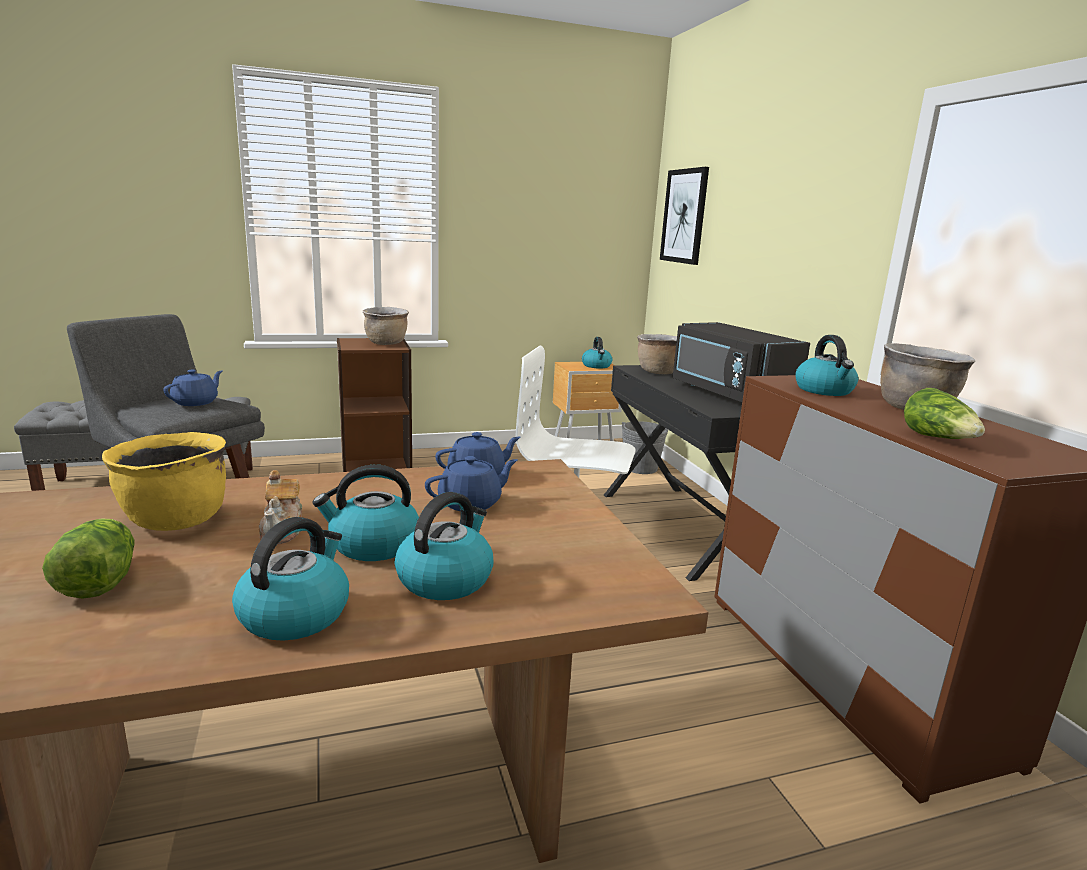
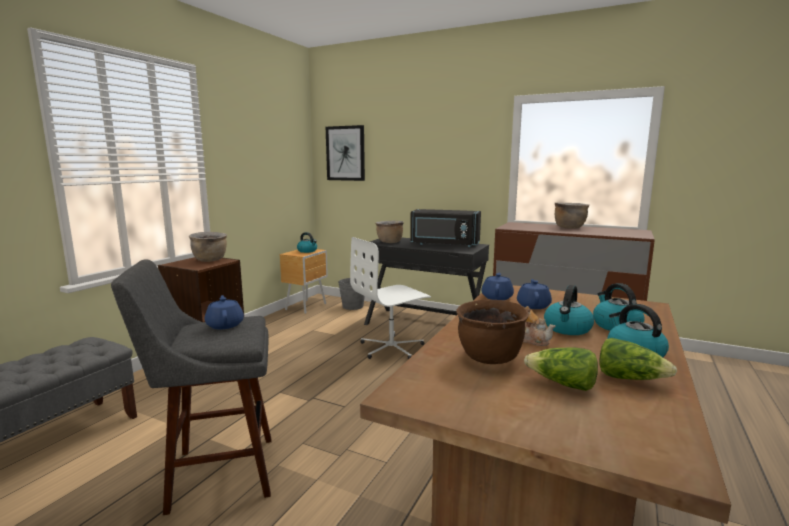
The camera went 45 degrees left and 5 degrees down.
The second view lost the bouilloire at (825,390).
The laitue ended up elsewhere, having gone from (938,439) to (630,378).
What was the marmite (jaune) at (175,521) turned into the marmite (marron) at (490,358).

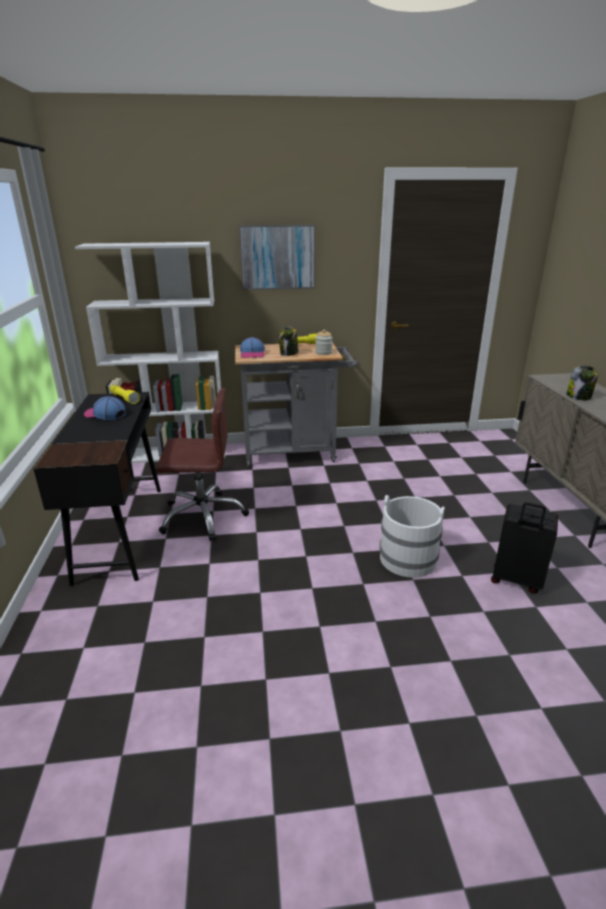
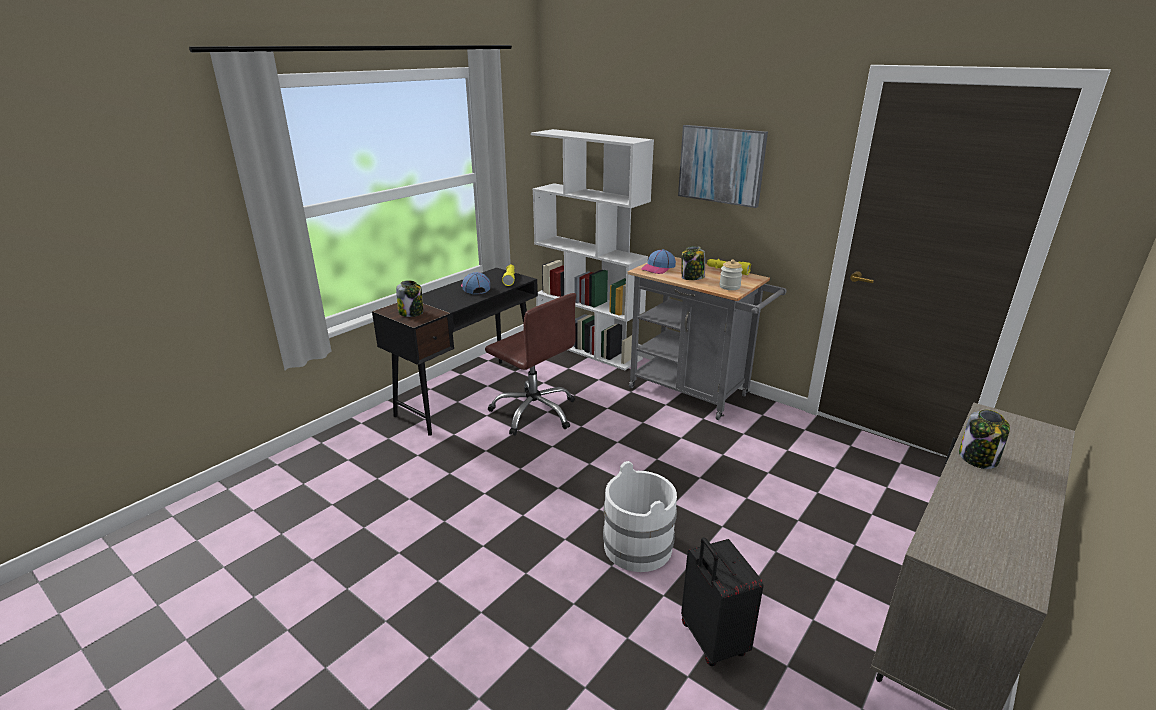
The camera went 45 degrees right and 0 degrees up.
The second view gained the bocal at (411,313).

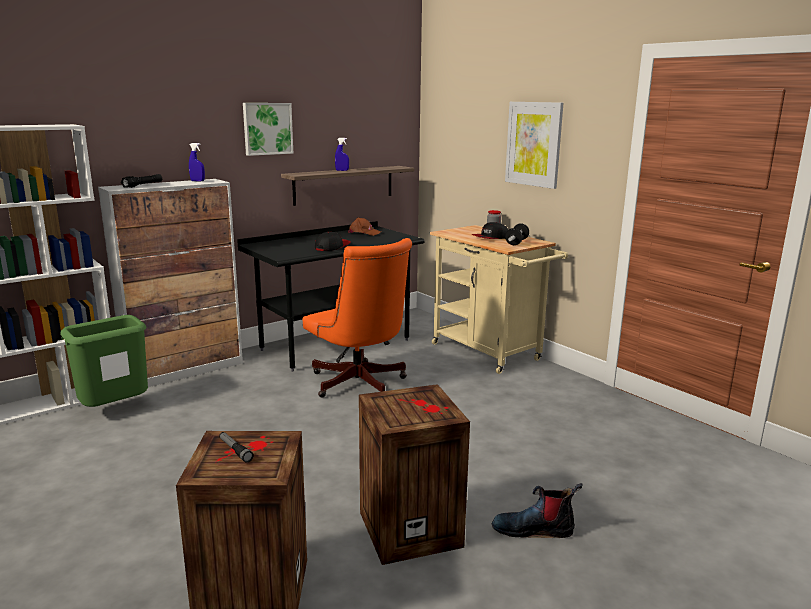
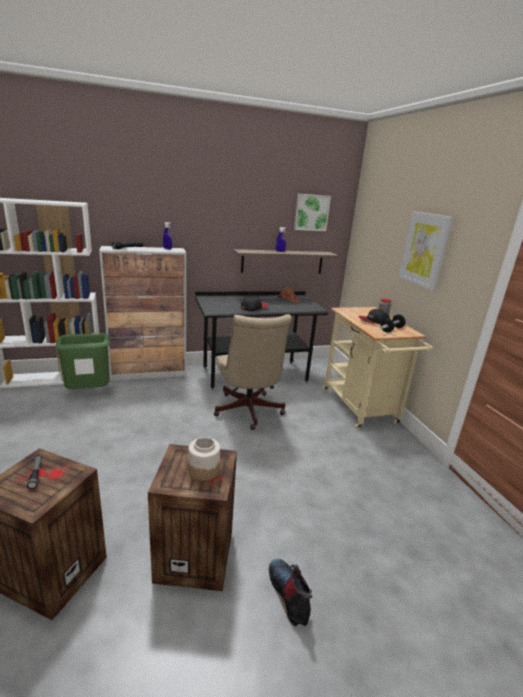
The camera went 20 degrees right and 5 degrees up.
The tableau ended up elsewhere, having gone from (267,128) to (311,212).
What was the chaise de bureau (orange) at (359,385) turned into the chaise de bureau (beige) at (248,412).
The botte at (534,529) ended up facing another way, 45 degrees clockwise from before.
The second view gained the bocal at (203,470).

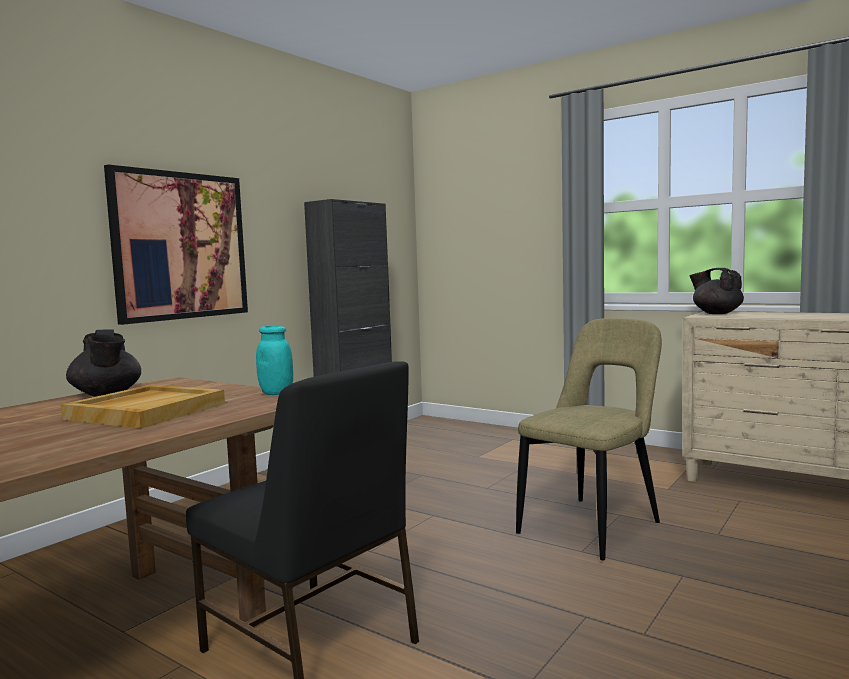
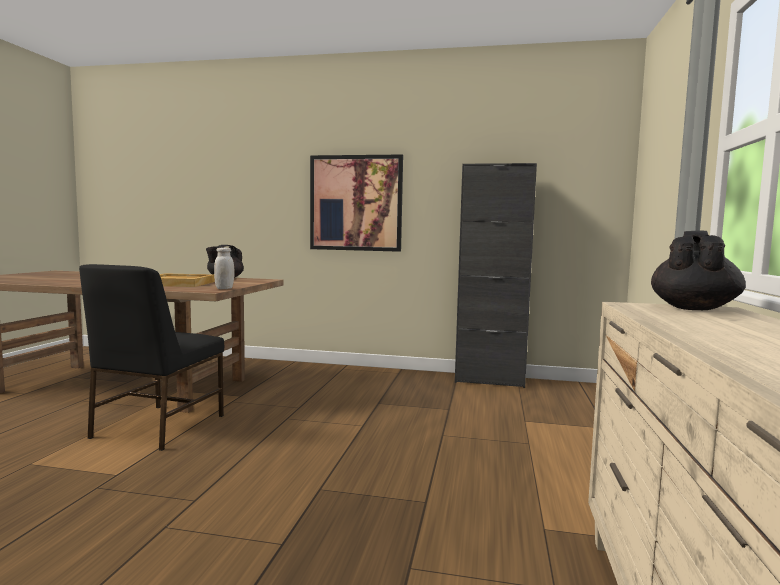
The camera went 65 degrees right and 0 degrees up.
The second view lost the chaise (beige) at (593,526).
What was the bocal (turquoise) at (276,393) turned into the bocal (blanc) at (224,288).

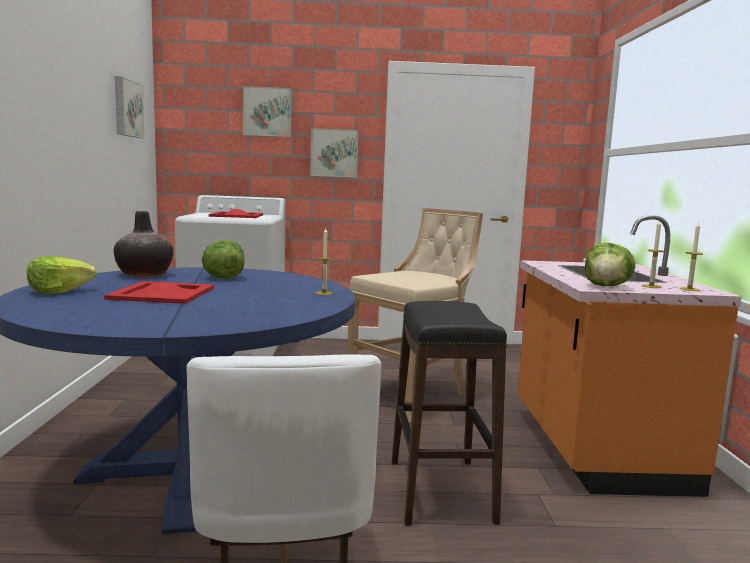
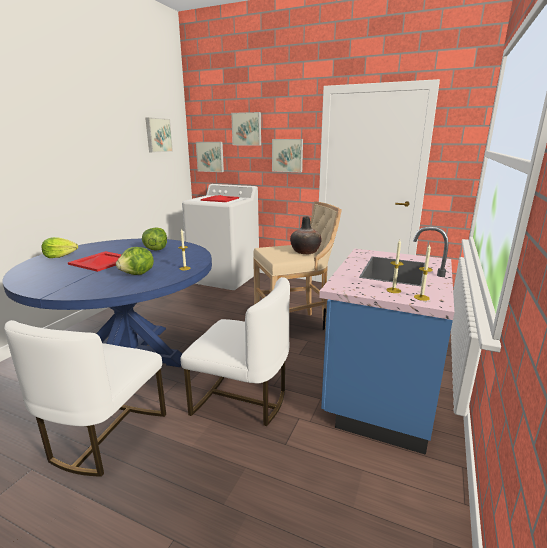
The camera went 25 degrees right and 10 degrees up.
The vase ended up elsewhere, having gone from (144,275) to (305,252).
What was the comptoir de cuisine (orange) at (595,448) turned into the comptoir de cuisine (bleu) at (379,393).
The laitue ended up elsewhere, having gone from (606,286) to (138,274).
Where the tabouret (noir) stood at (441,490), the chaise (blanc) came to stand at (241,400).
The second view gained the tableau at (210,156).

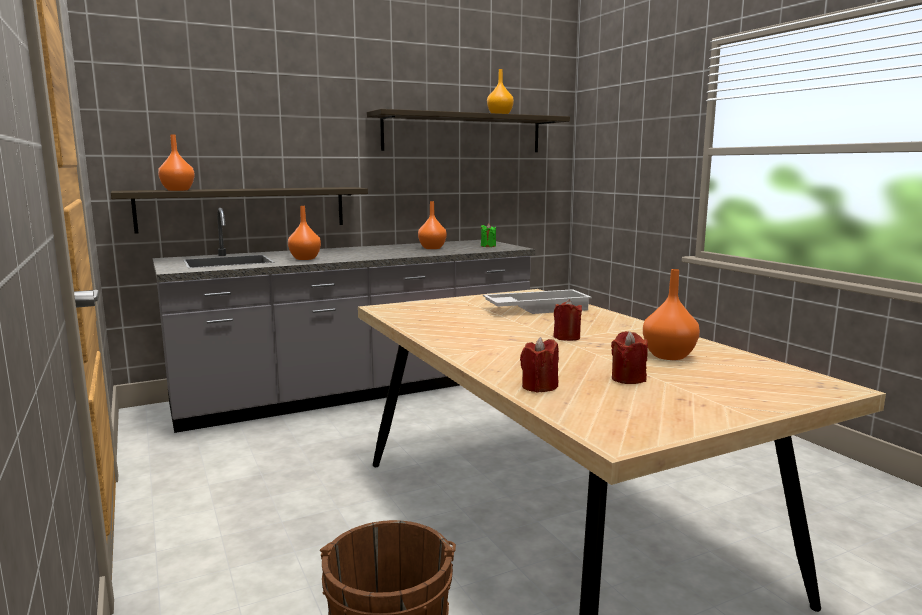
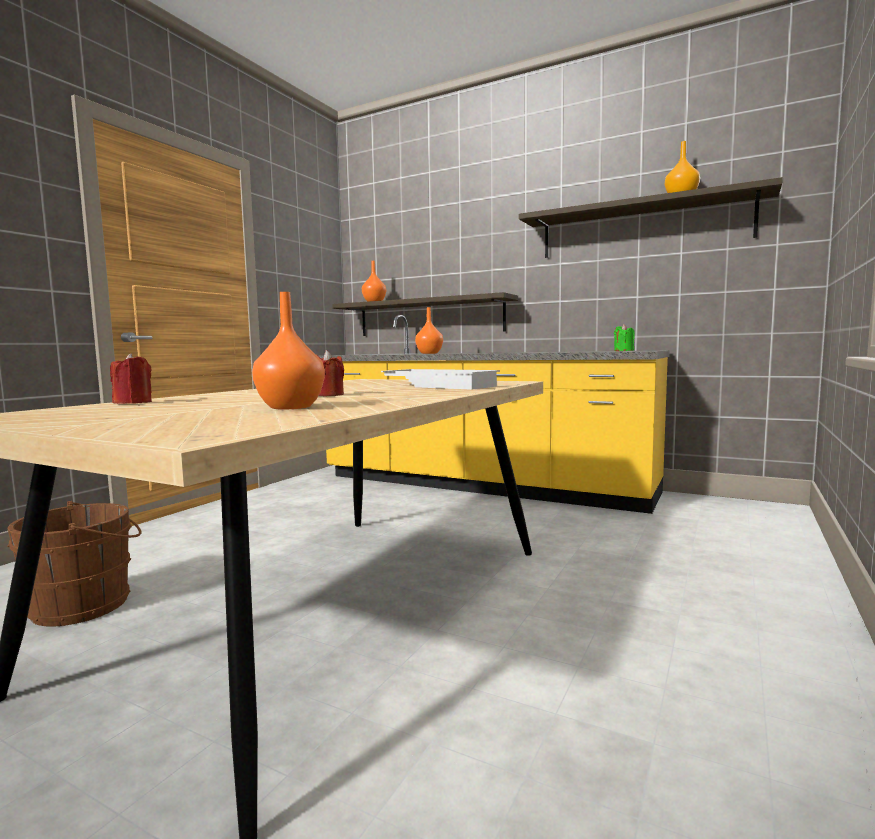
The camera went 55 degrees right and 5 degrees down.
The second view lost the vase (orange) at (431,248).
What was the comptoir de cuisine (gris) at (358,391) turned into the comptoir de cuisine (jaune) at (482,485).
The second view lost the bougie (rouge) at (628,379).

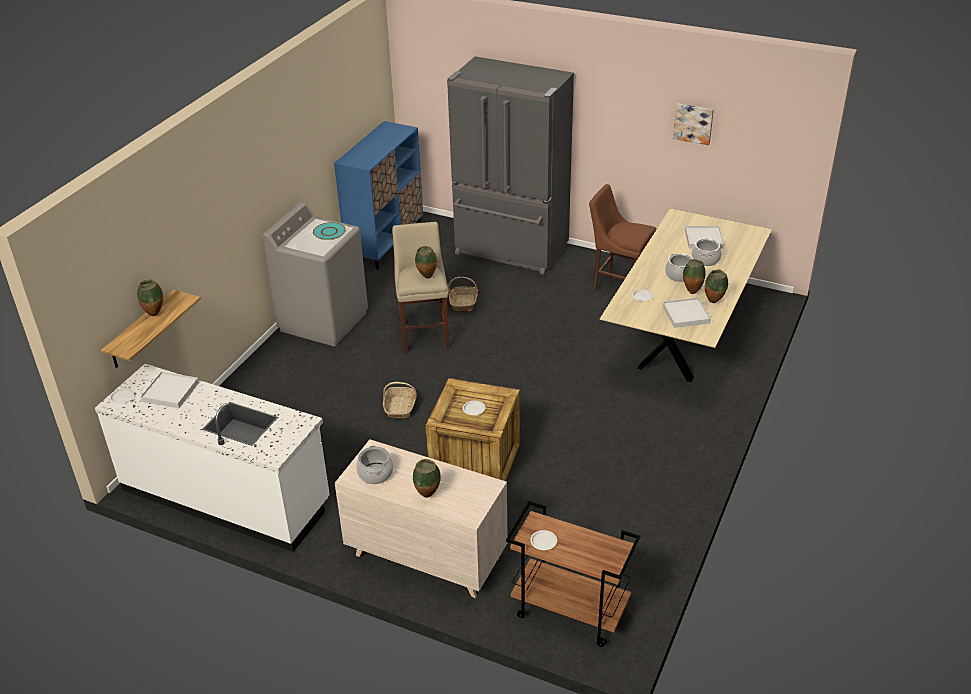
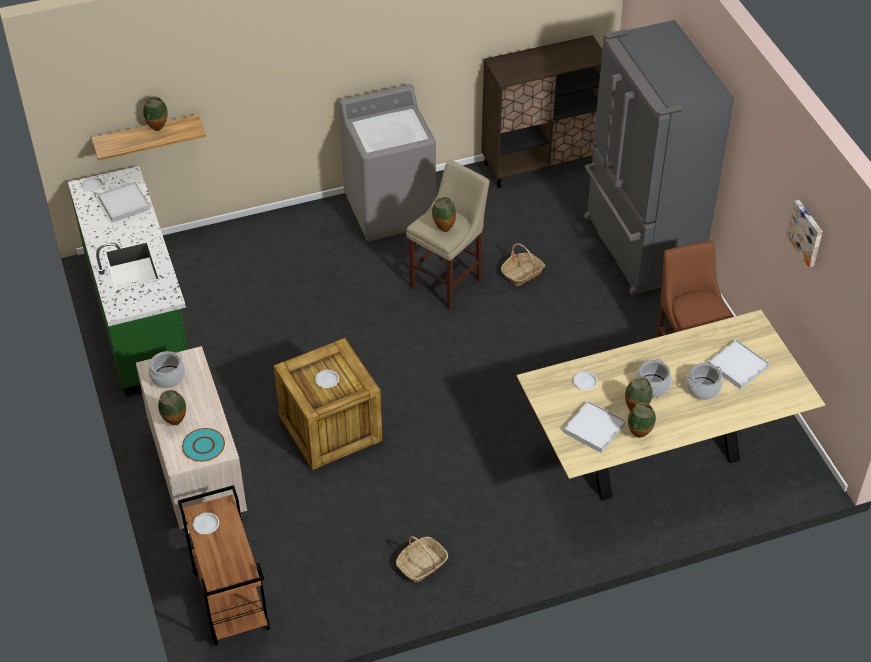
The camera went 45 degrees right and 10 degrees up.
What was the meuble de rangement (bleu) at (386,243) turned into the meuble de rangement (marron) at (541,163).
The assiette (turquoise) ended up elsewhere, having gone from (329,232) to (203,446).
What was the comptoir de cuisine (blanc) at (226,496) turned into the comptoir de cuisine (vert) at (139,316).
The panier ended up elsewhere, having gone from (400,407) to (422,565).

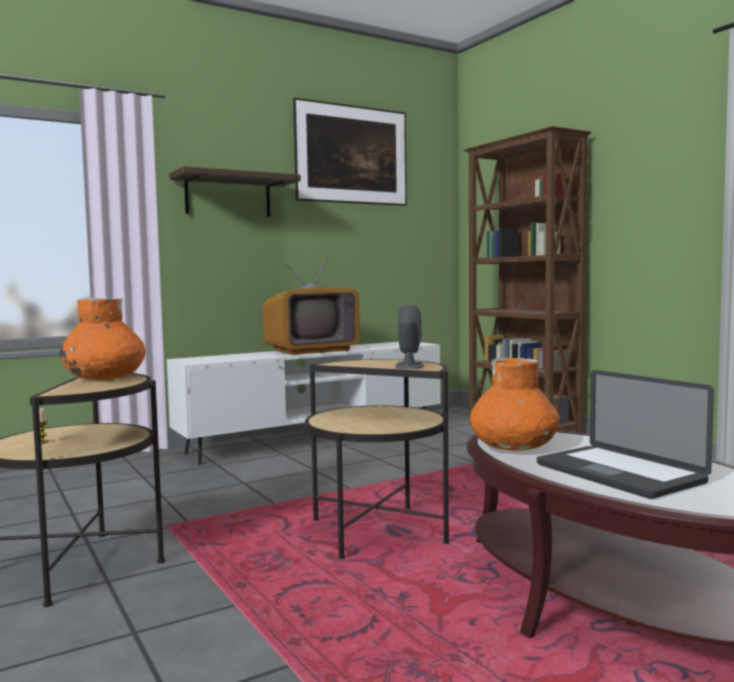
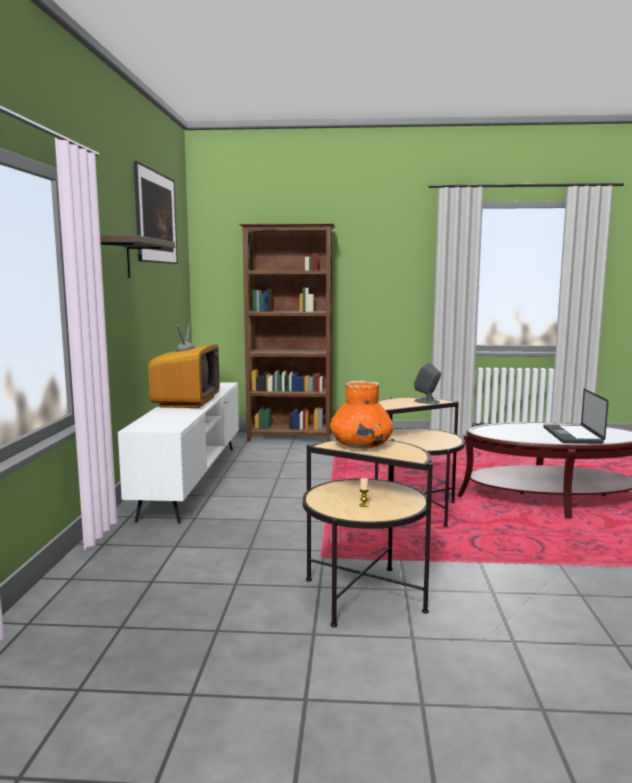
The camera went 55 degrees left and 5 degrees up.
The second view lost the vase (orange) at (514,447).
The ordinateur portable at (618,473) ended up facing another way, 90 degrees clockwise from before.

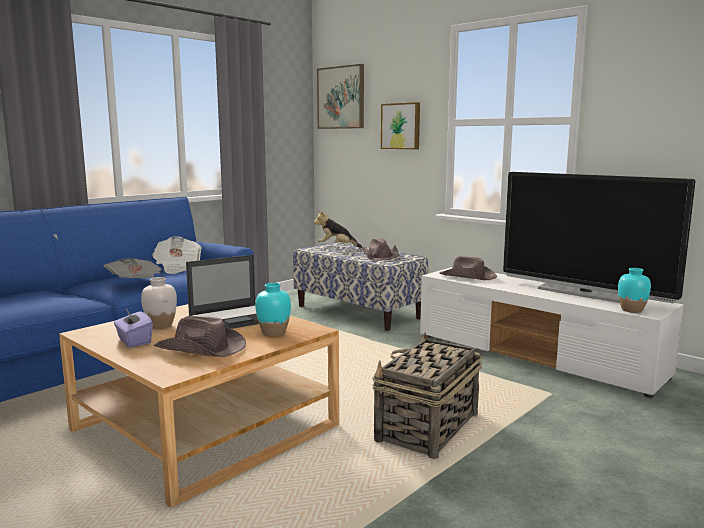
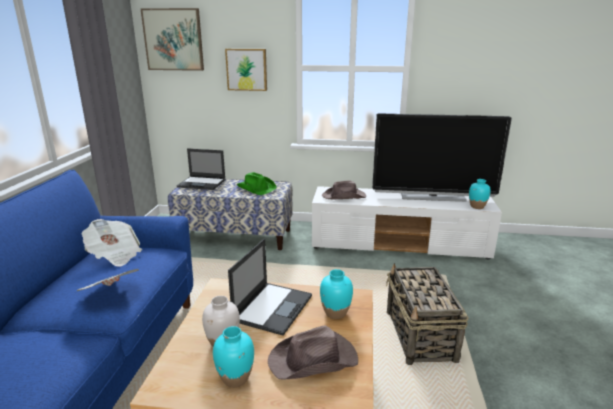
The camera went 35 degrees left and 10 degrees up.
Where the peluche stood at (336,247), the ordinateur portable came to stand at (202,183).
What was the chapeau (marron) at (380,256) turned into the chapeau (vert) at (256,188).
Where the boîte à mouchoirs (violet) stood at (134,341), the vase (turquoise) came to stand at (236,378).

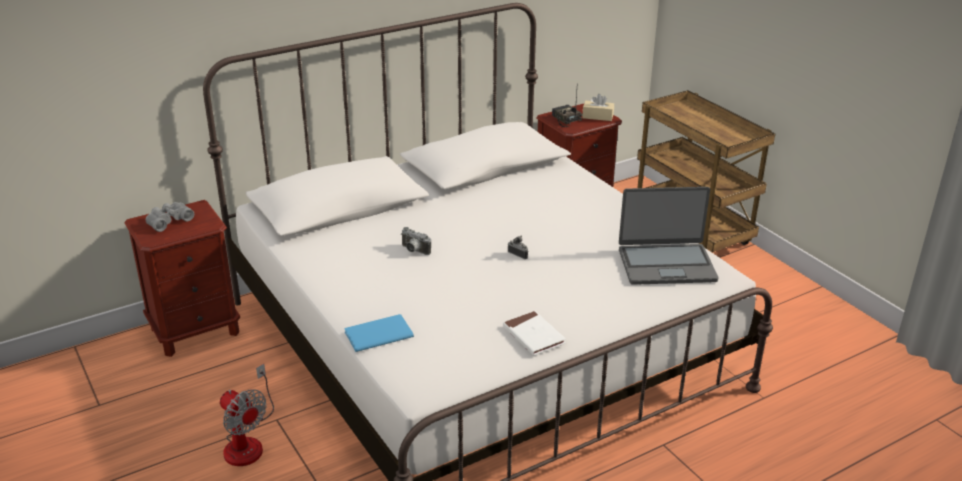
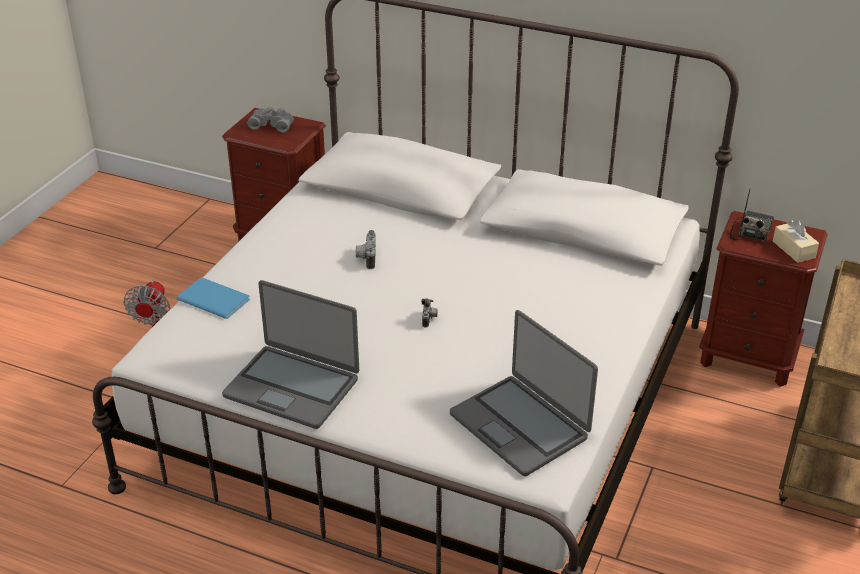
The camera went 55 degrees right and 5 degrees up.
Where the livre (blanc) stood at (533,336), the ordinateur portable came to stand at (292,387).

